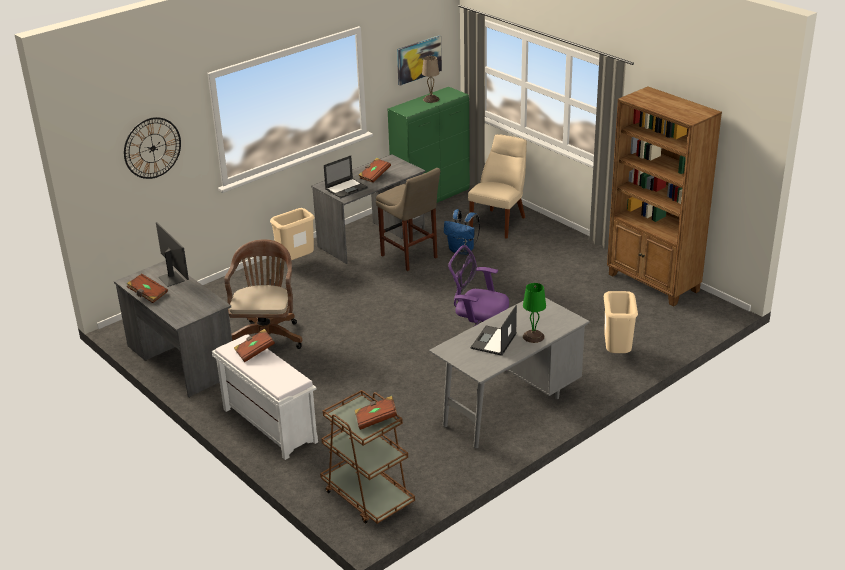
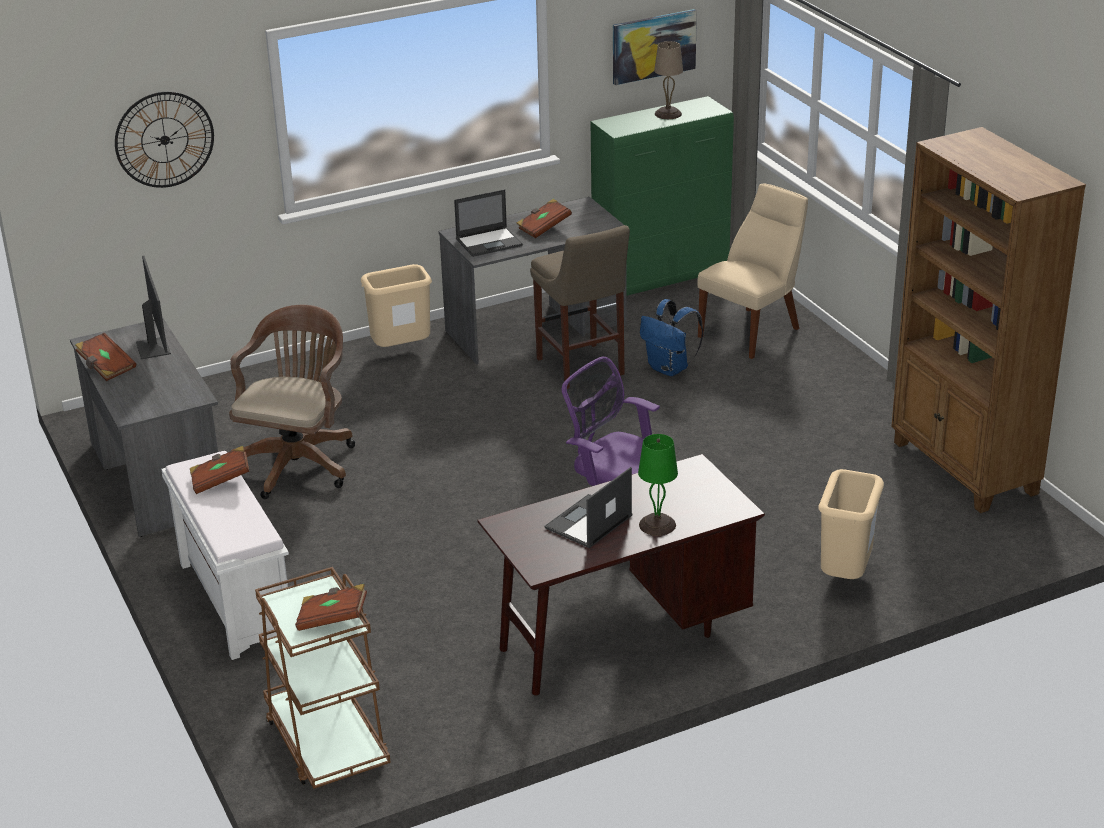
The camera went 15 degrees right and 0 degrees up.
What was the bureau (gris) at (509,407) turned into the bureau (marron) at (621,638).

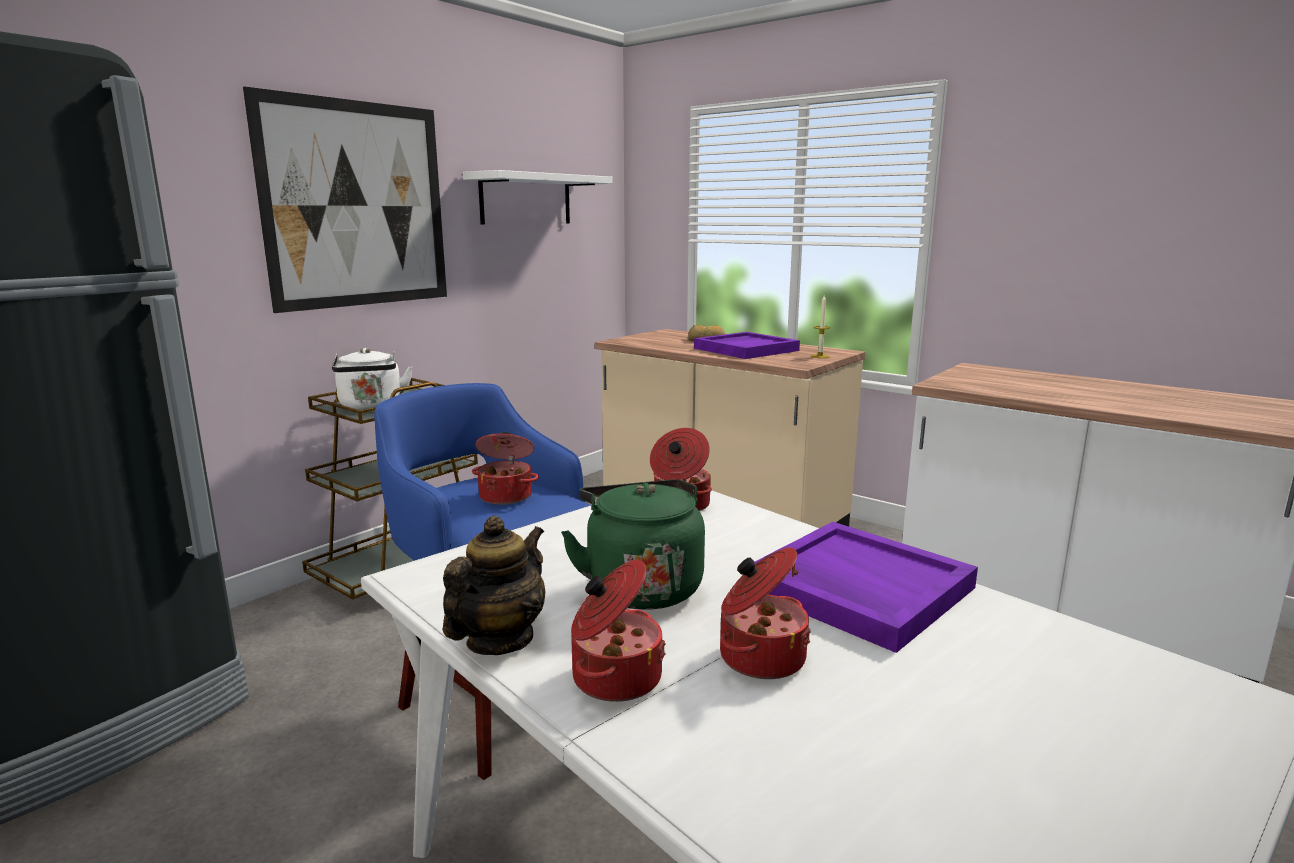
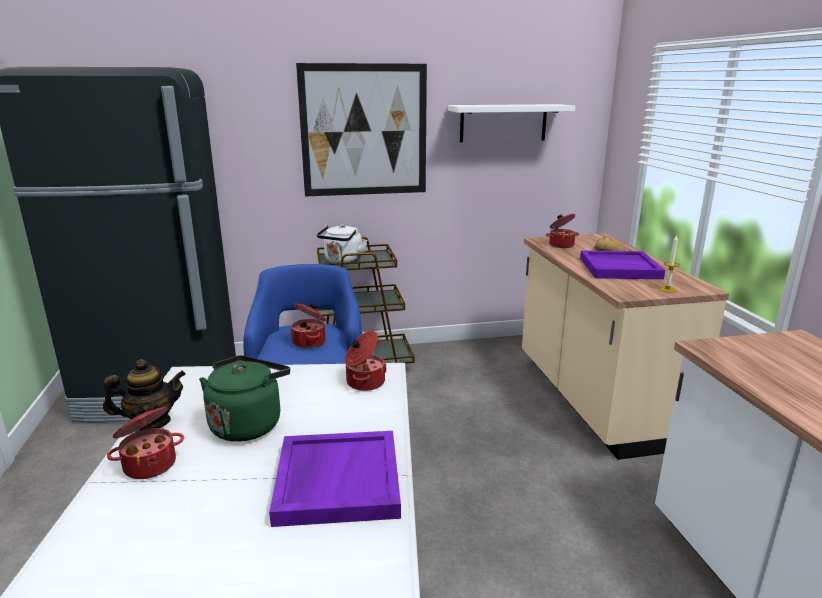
The camera went 40 degrees right and 5 degrees up.
The marmite ended up elsewhere, having gone from (759,656) to (561,245).

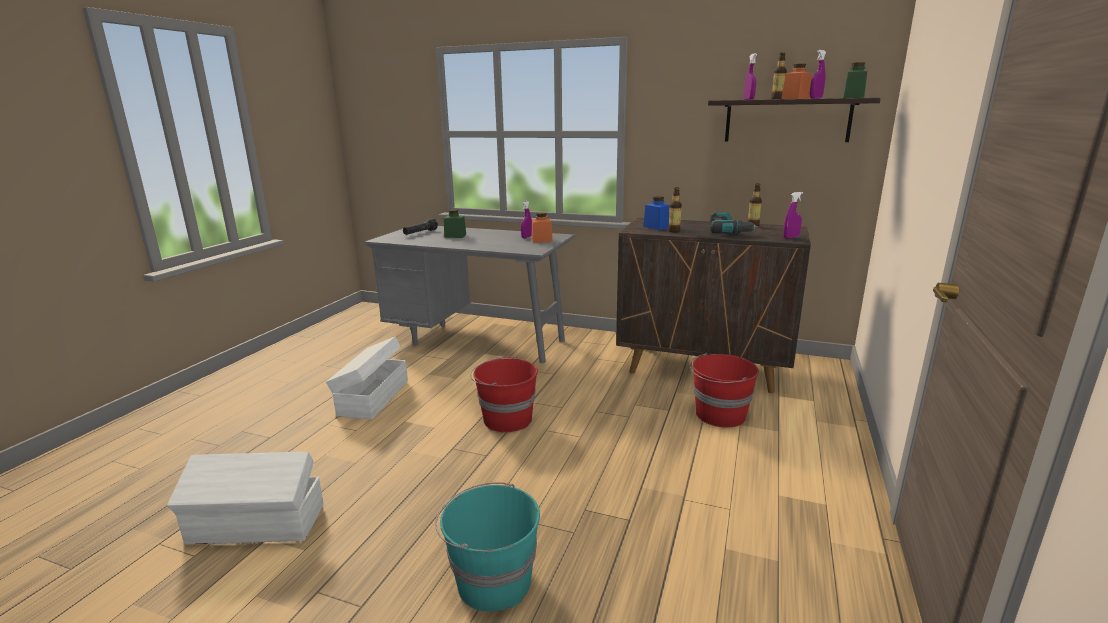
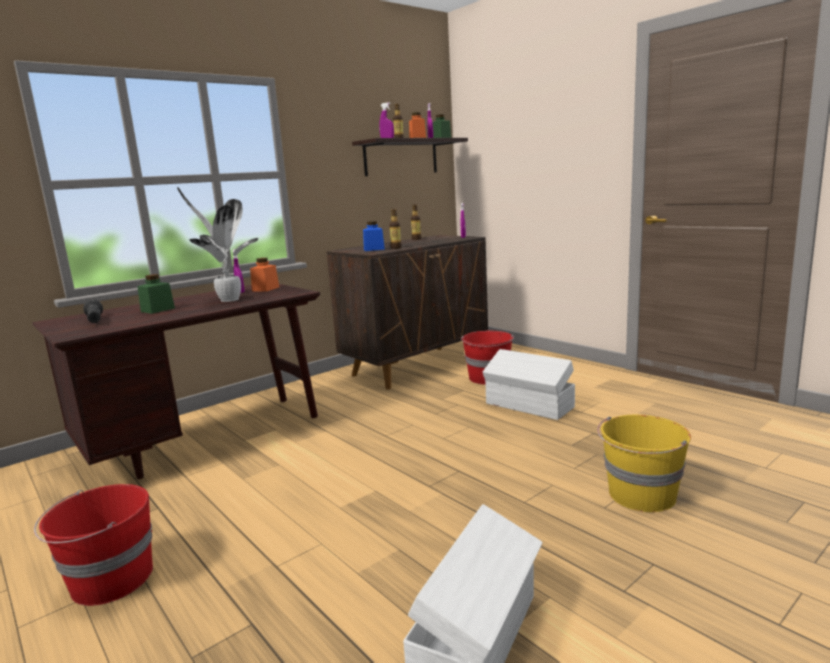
The camera went 60 degrees left and 5 degrees down.
The second view lost the perceuse at (728,231).
What was the bureau (gris) at (478,341) turned into the bureau (marron) at (206,439).
The boîte de rangement (blanc) ended up elsewhere, having gone from (372,398) to (529,406).
The seau (rouge) ended up elsewhere, having gone from (506,419) to (110,580).
What was the seau (turquoise) at (492,581) turned into the seau (jaune) at (641,495).
The second view gained the plante en pot at (227,300).

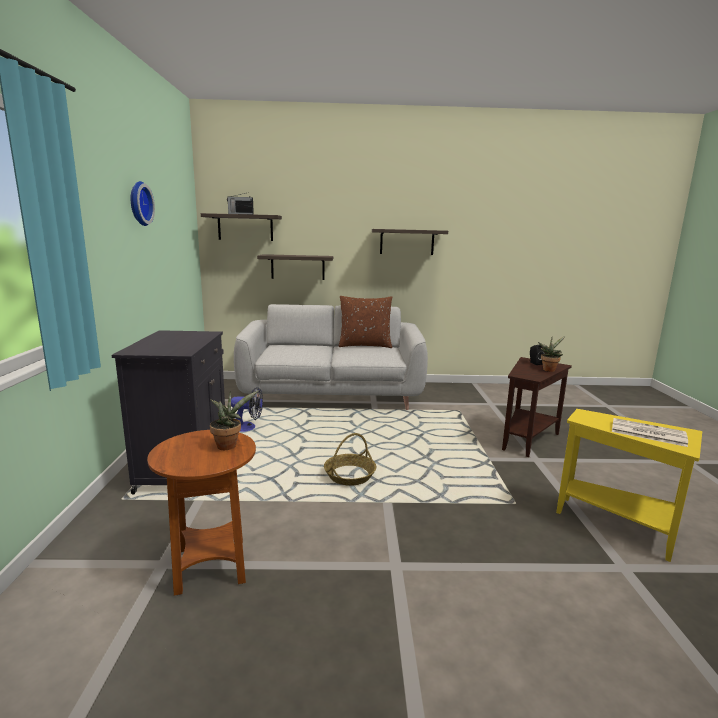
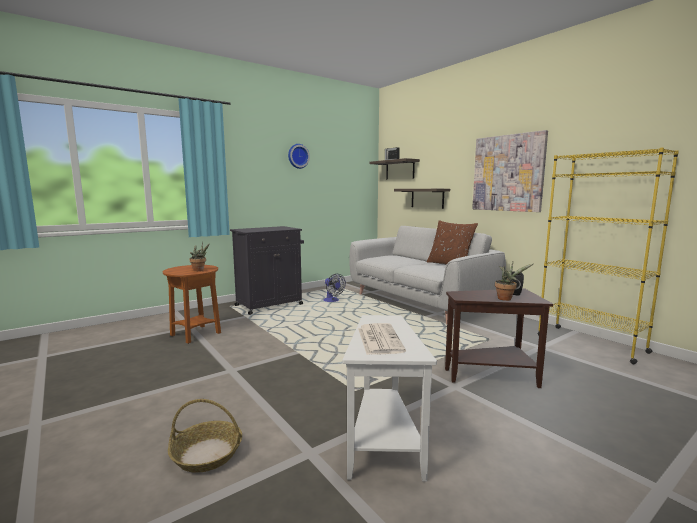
The camera went 55 degrees right and 5 degrees down.
Where the étagère hung at (407,242), the tableau came to hang at (508,173).
What was the table d'appoint (jaune) at (620,526) turned into the table d'appoint (blanc) at (383,445).
The panier ended up elsewhere, having gone from (349,475) to (206,454).
The second view gained the bibliothèque (jaune) at (590,343).

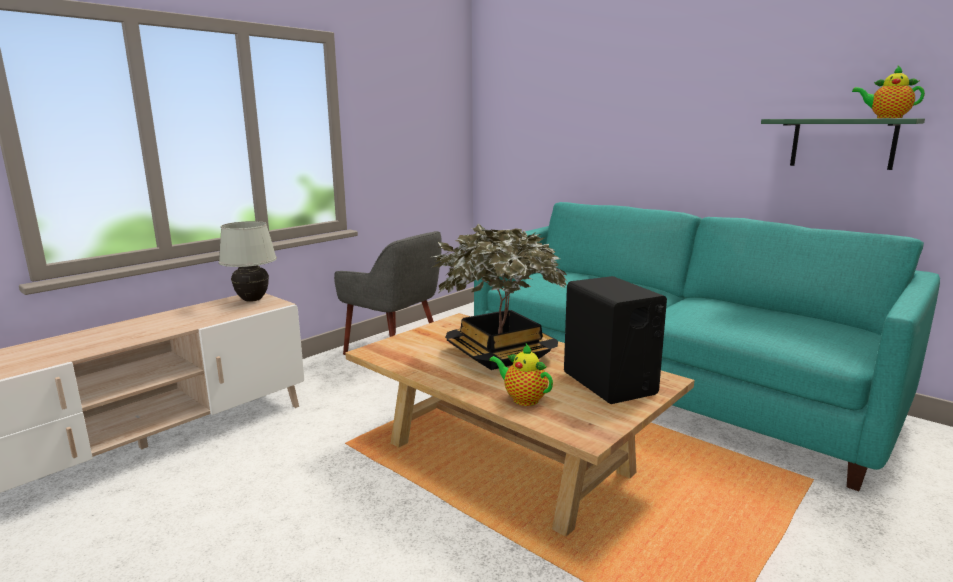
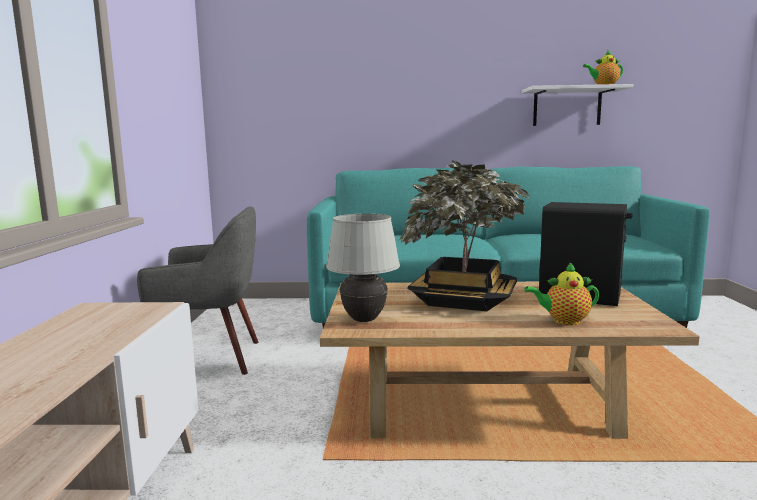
The camera went 40 degrees left and 5 degrees down.
What was the étagère (vert) at (842,143) turned into the étagère (blanc) at (567,107).
The lampe de table (blanc) ended up elsewhere, having gone from (253,300) to (364,319).

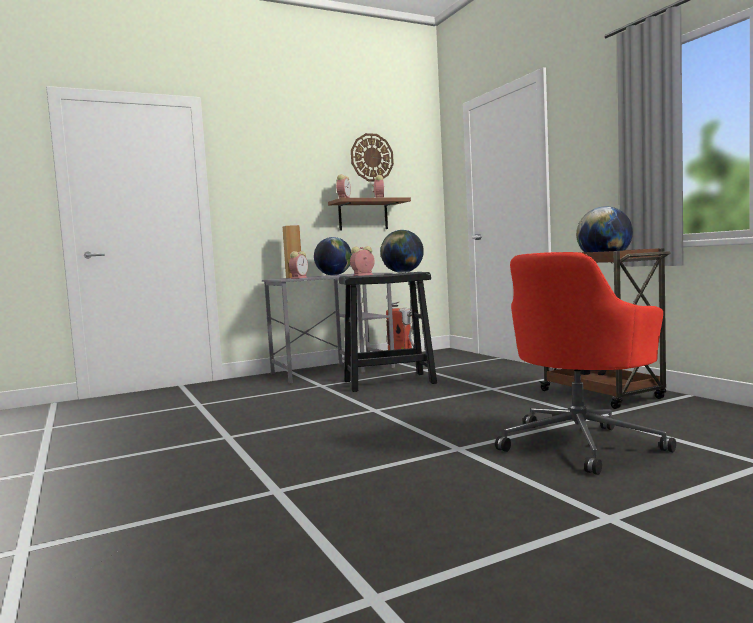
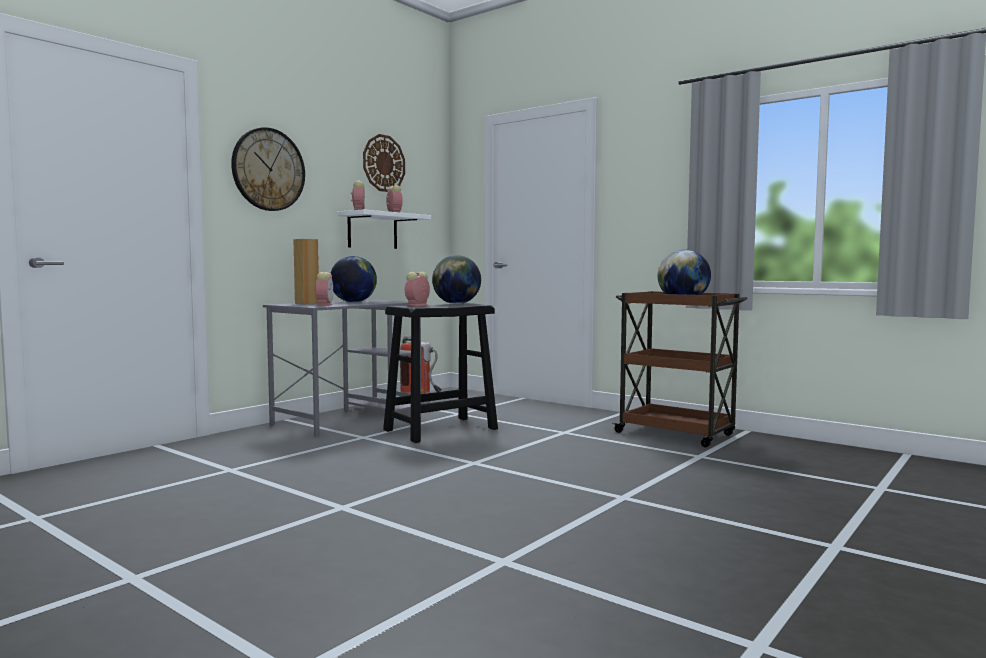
The camera went 25 degrees left and 0 degrees up.
What was the étagère (marron) at (363,215) turned into the étagère (blanc) at (372,231).
The second view lost the chaise de bureau (rouge) at (581,444).
The second view gained the horloge murale at (268,169).

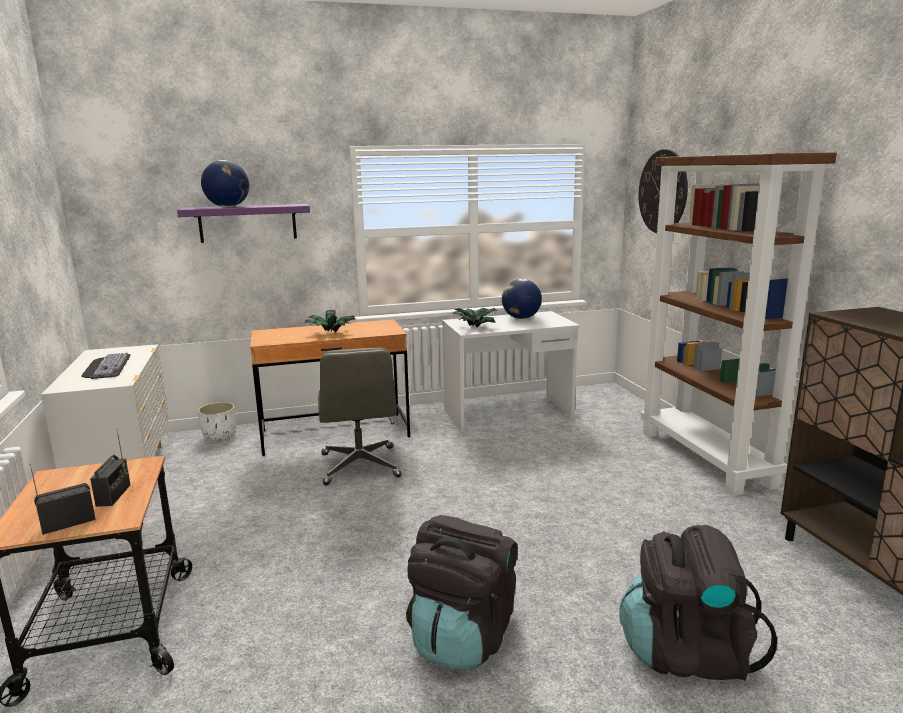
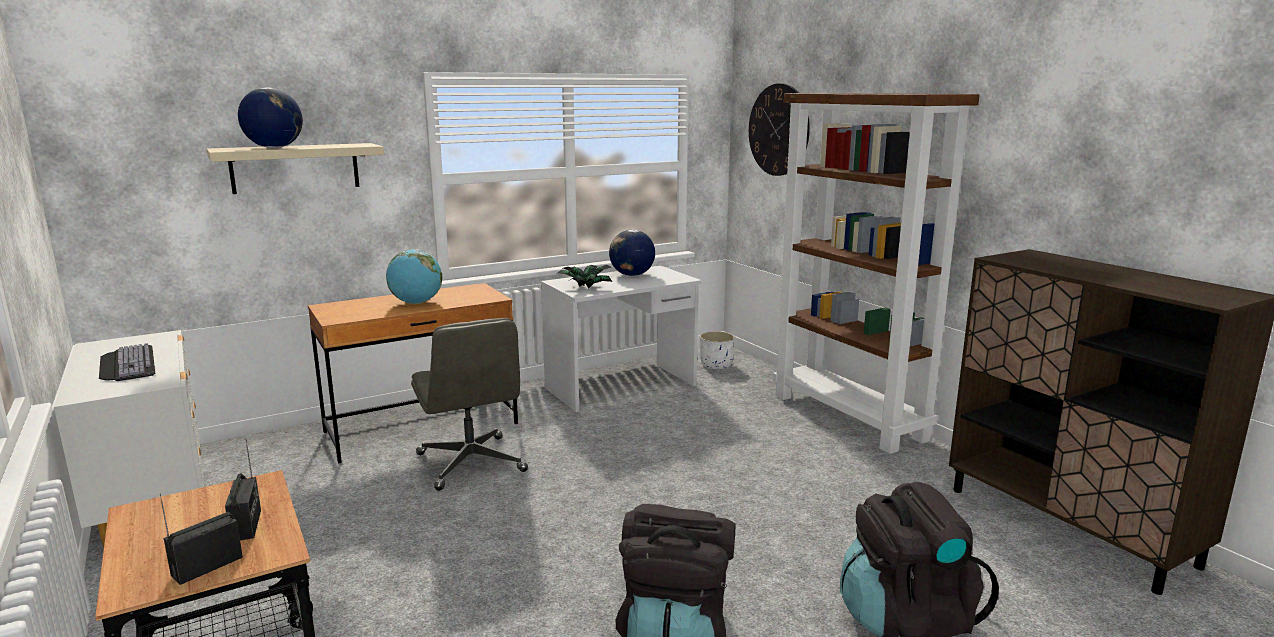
The camera went 15 degrees left and 0 degrees up.
What was the étagère (violet) at (248,223) turned into the étagère (beige) at (295,168).
Where the plante en pot stood at (330,332), the globe came to stand at (416,303).
The cache-pot (blanc) ended up elsewhere, having gone from (220,436) to (716,365).

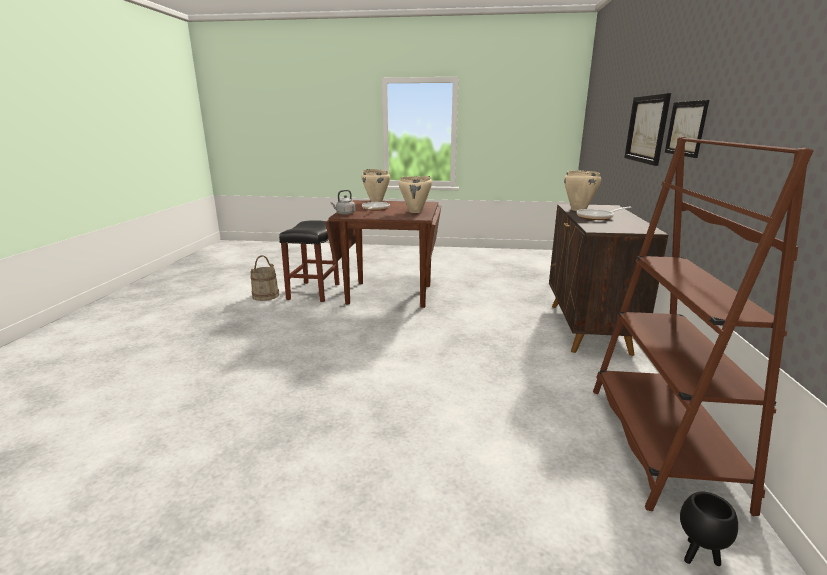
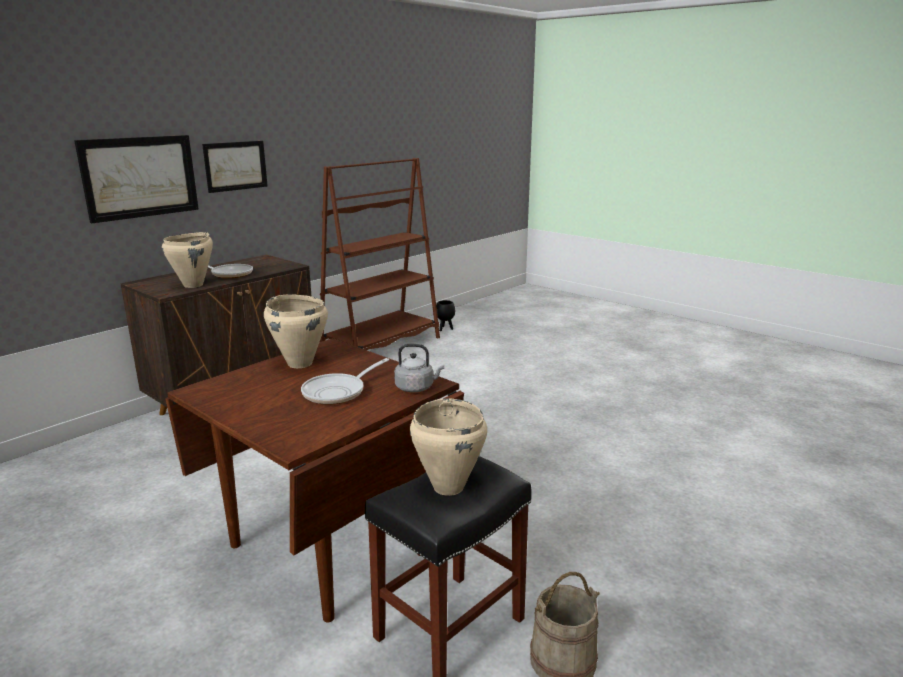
The camera went 145 degrees left and 0 degrees up.
The marmite (beige) ended up elsewhere, having gone from (376,202) to (448,487).

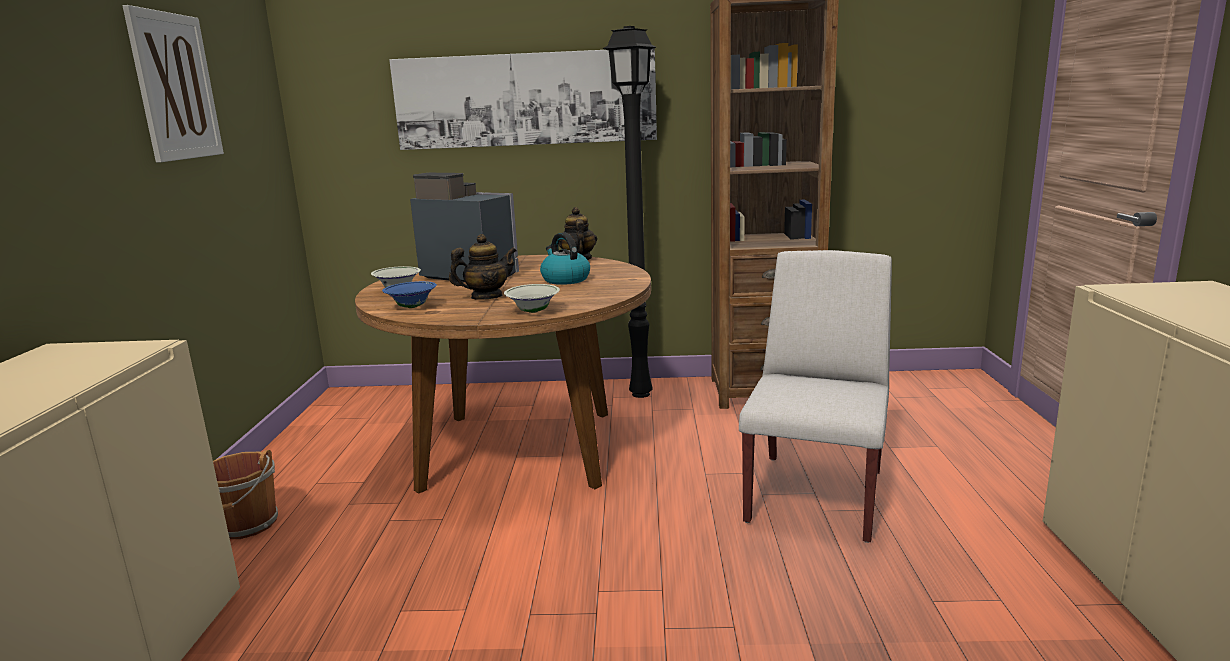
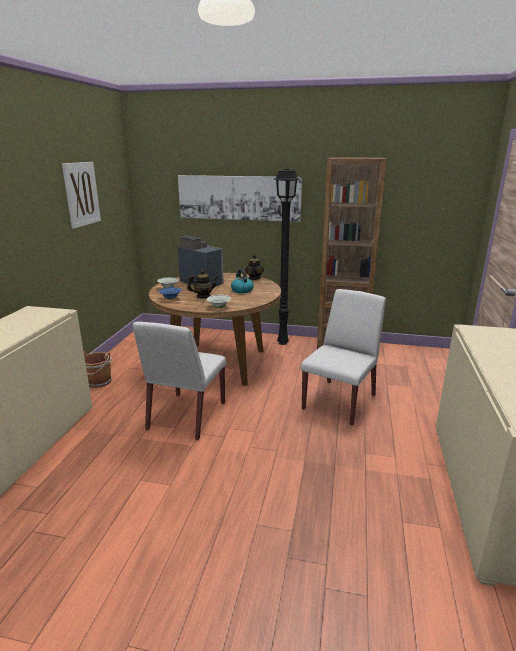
The camera went 10 degrees right and 5 degrees up.
The second view gained the chaise (blanc) at (186,416).

